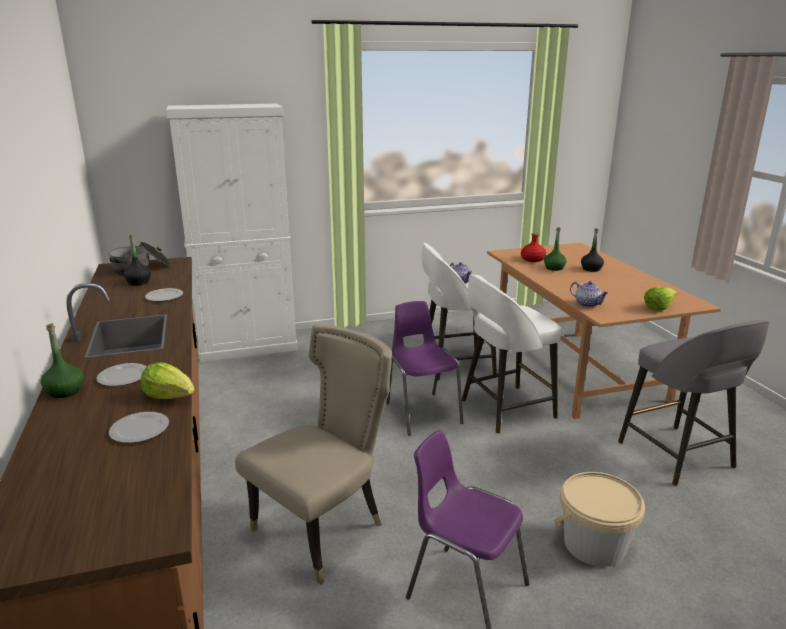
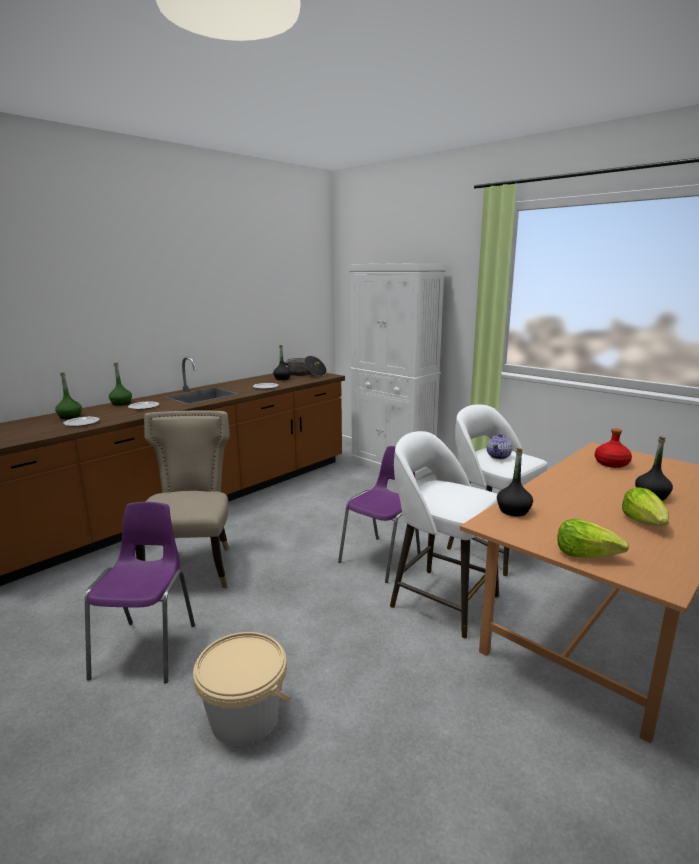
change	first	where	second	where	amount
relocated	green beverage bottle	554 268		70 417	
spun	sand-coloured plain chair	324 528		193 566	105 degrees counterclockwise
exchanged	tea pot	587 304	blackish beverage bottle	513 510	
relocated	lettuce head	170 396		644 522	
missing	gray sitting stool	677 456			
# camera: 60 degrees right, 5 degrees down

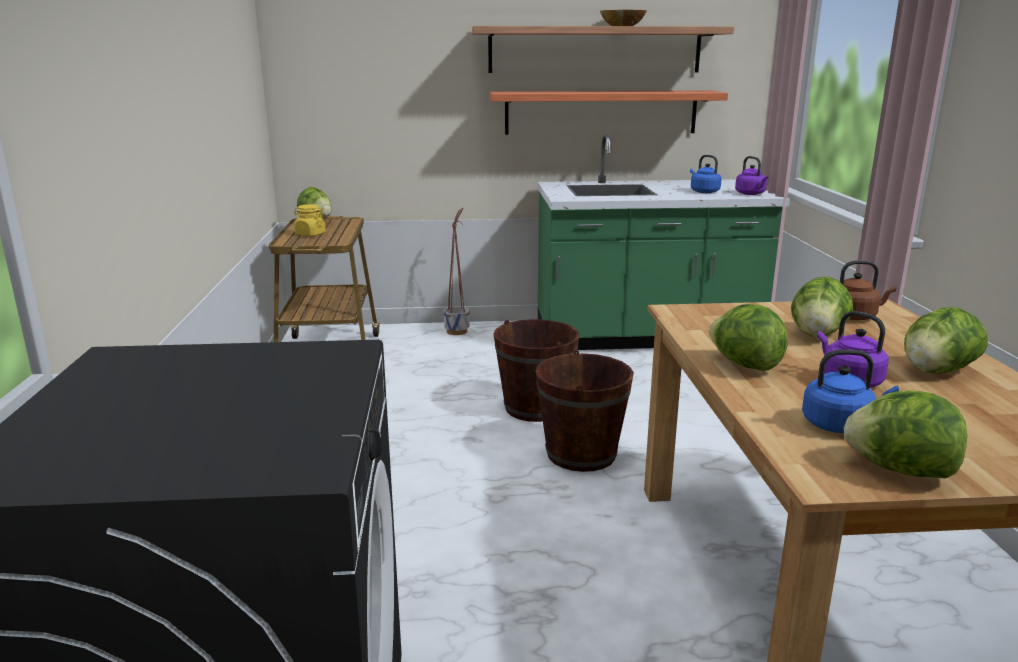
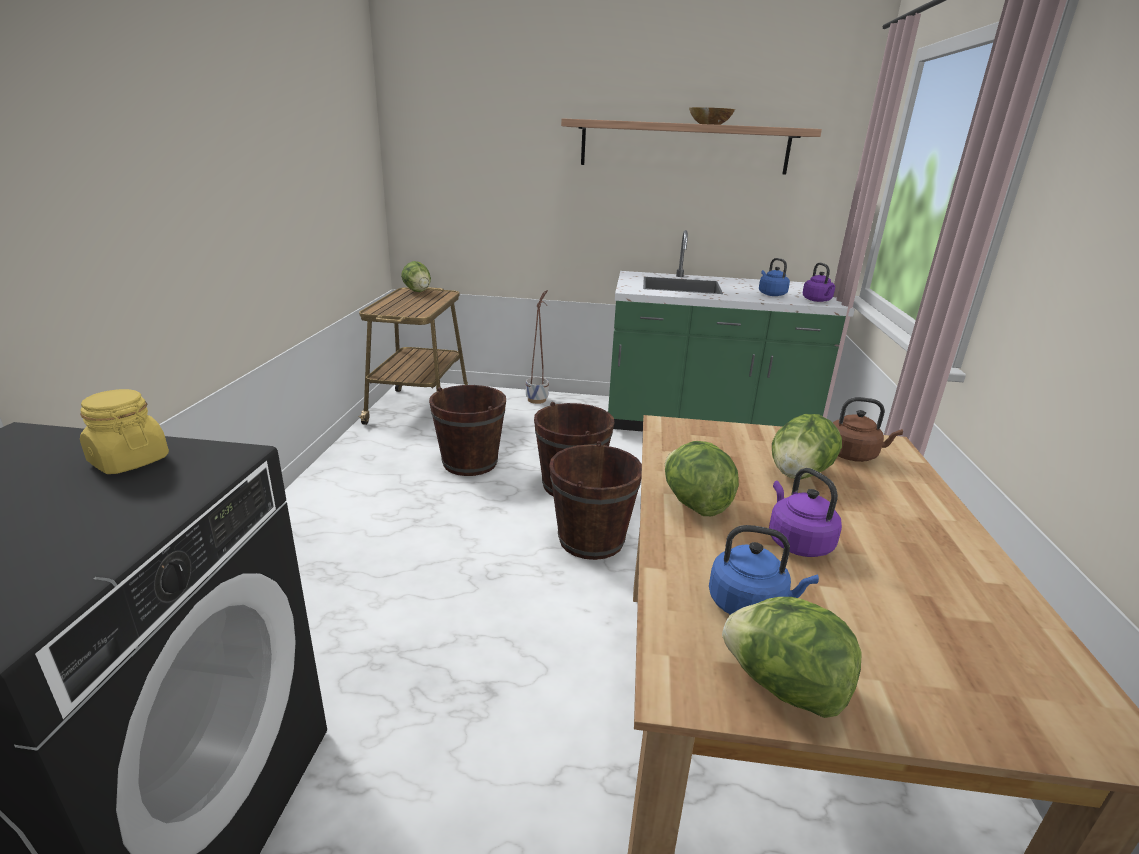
change	first	where	second	where	amount
relocated	yellowish storage jar	310 234		129 461	
appeared			brown bucket	470 463	
missing	shelf	601 112			
missing	lettuce head	936 371			
# camera: 10 degrees right, 5 degrees up

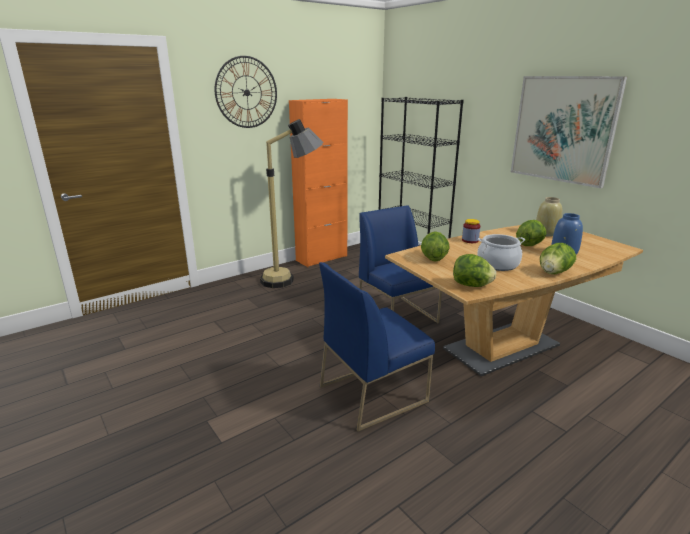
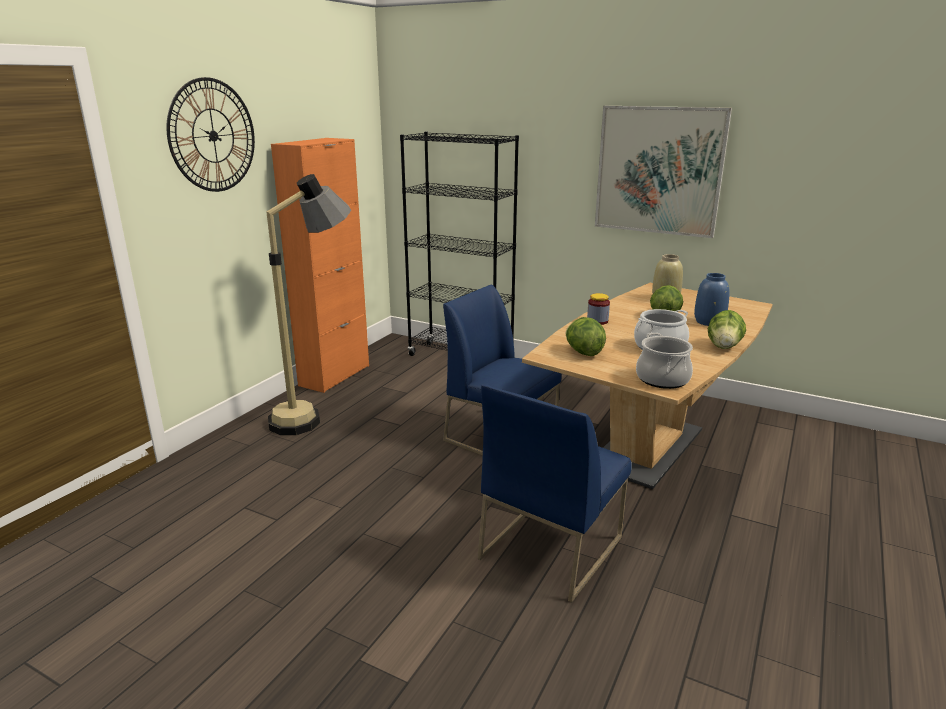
change	first	where	second	where	amount
exchanged	lettuce head	471 285	cooking pot	662 379	
# camera: 25 degrees left, 0 degrees up

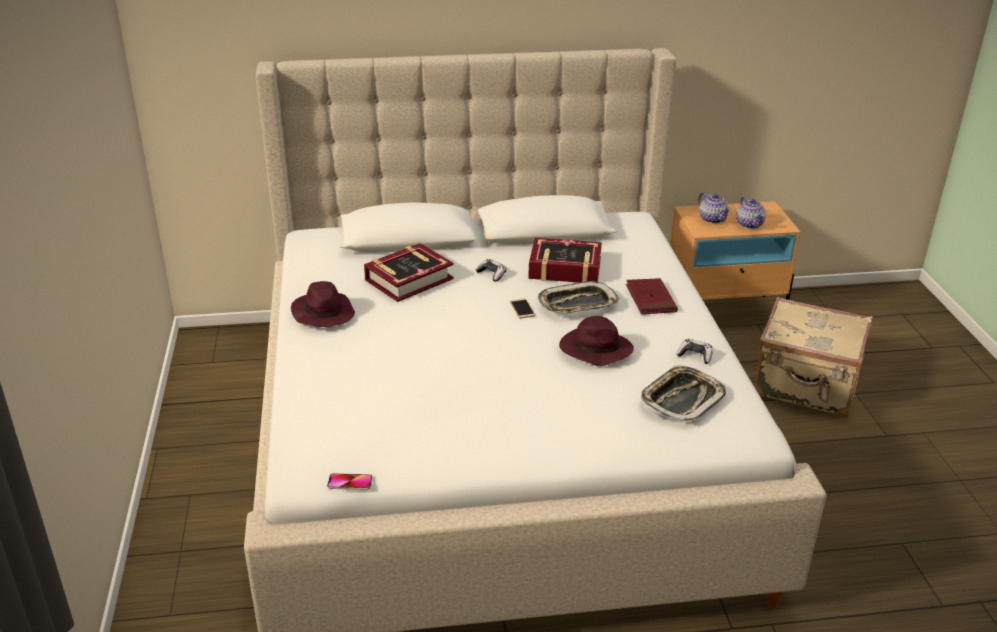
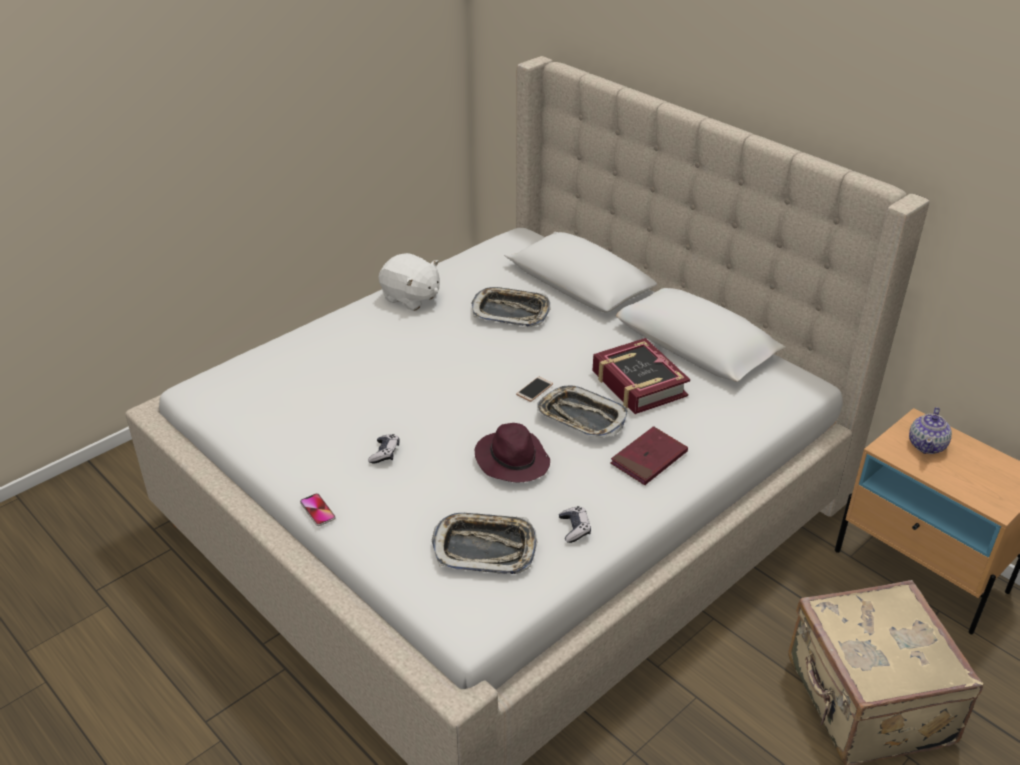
change	first	where	second	where	amount
relocated	handset	350 482		317 510	
relocated	joypad	491 274		385 453	
exchanged	purple clothing hat	323 313	white-coloured plush toy	411 298	
exchanged	bound book	408 279	serving tray	511 312	
missing	tea pot	749 224			
# camera: 55 degrees right, 5 degrees up

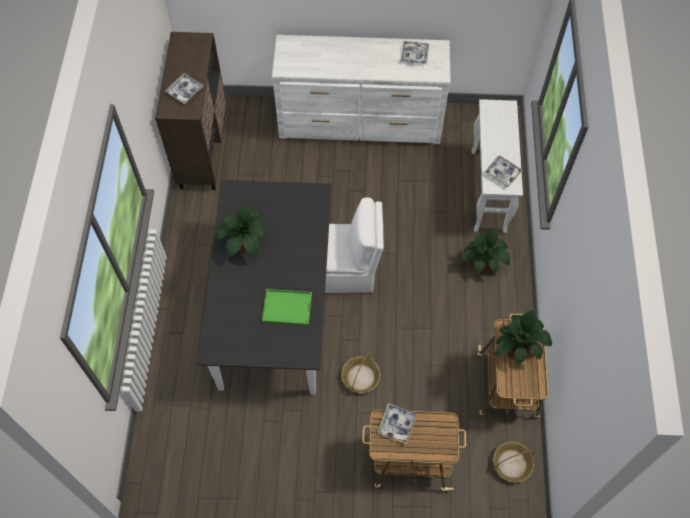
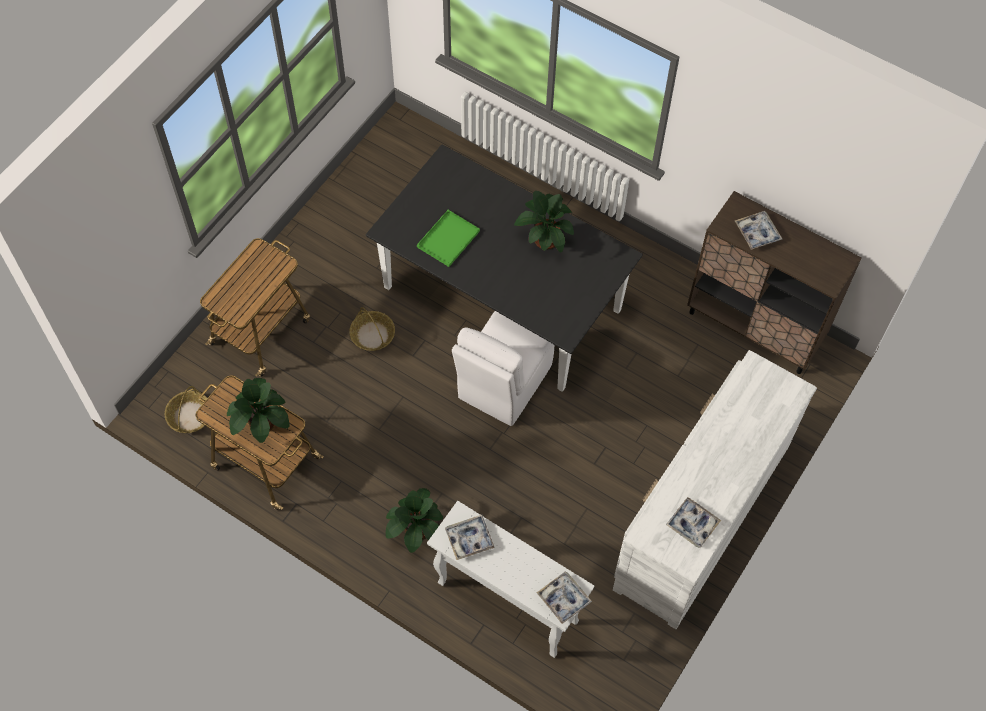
change	first	where	second	where	amount
relocated	serving tray	397 424		563 599	
# camera: 120 degrees right, 0 degrees up

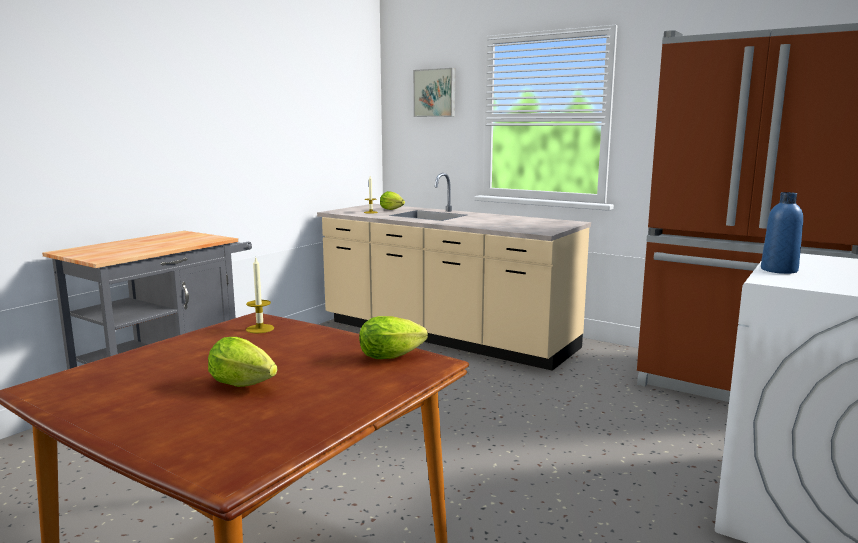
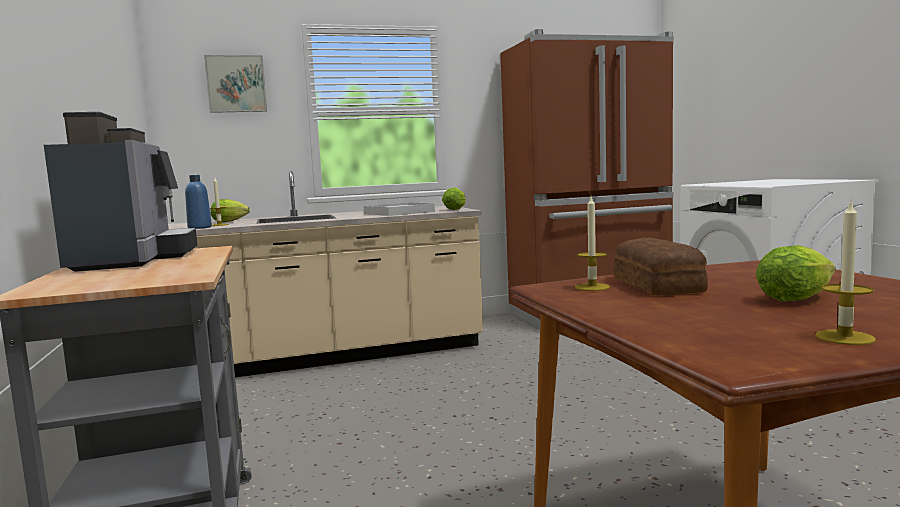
change	first	where	second	where	amount
appeared			coffee brewer	133 259	
relocated	blue beverage bottle	779 270		199 227	
appeared			white-coloured serving tray	399 212	
relocated	lettuce head	394 356		456 209	
appeared			bread	658 284	
appeared			candle	844 337	
# camera: 50 degrees left, 5 degrees down

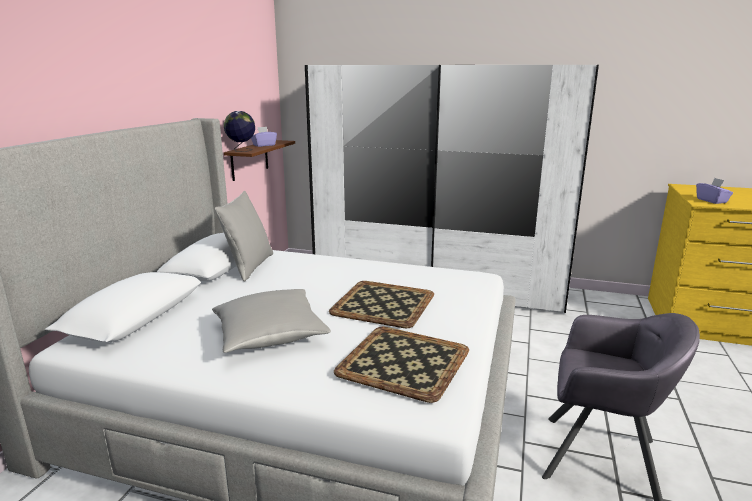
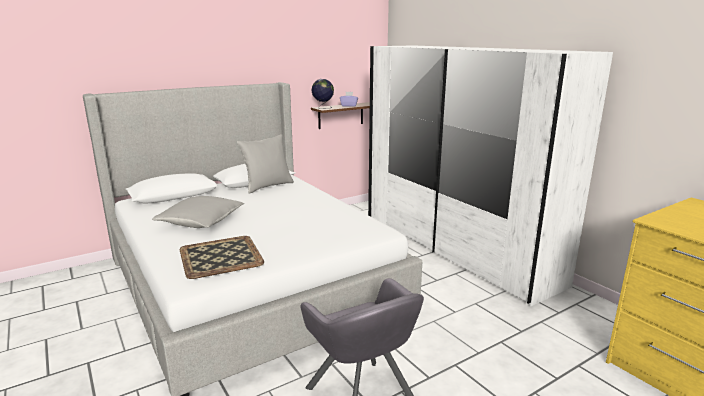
change	first	where	second	where	amount
missing	serving tray	382 304			
missing	purple box of tissues	712 201			
# camera: 40 degrees right, 0 degrees up

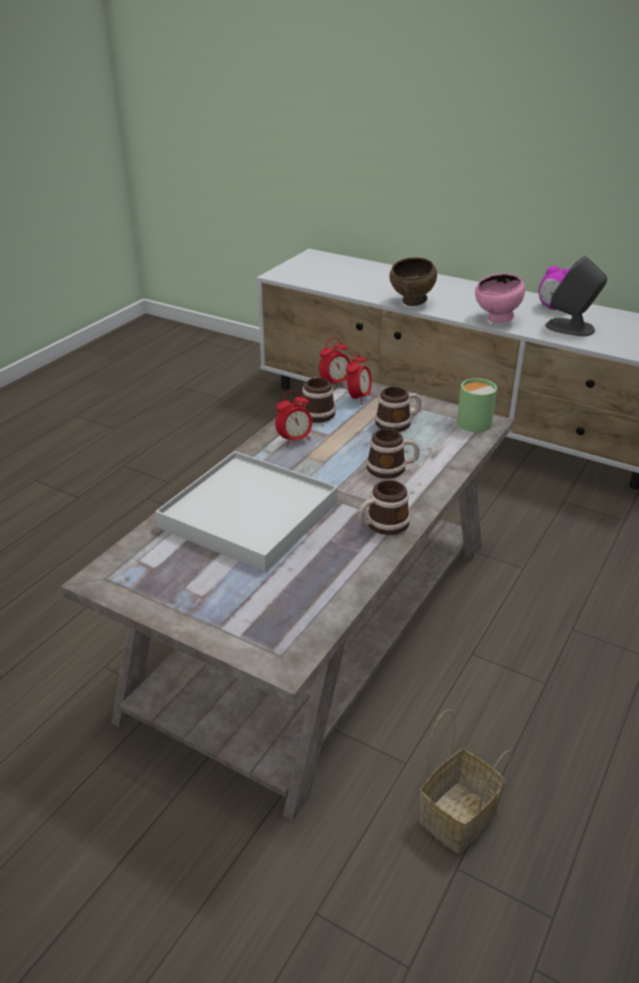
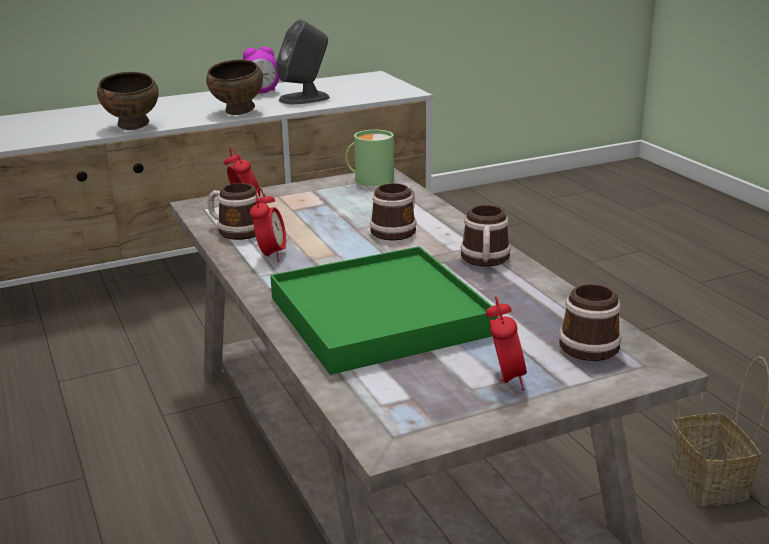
change	first	where	second	where	amount
colour	pink-coloured bowl	497 320	brown bowl	238 112	
colour	white-coloured serving tray	250 515	green serving tray	380 315	
relocated	alarm clock	335 384		505 380	
relocated	tea mug	398 423		589 342	
# camera: 55 degrees left, 10 degrees down

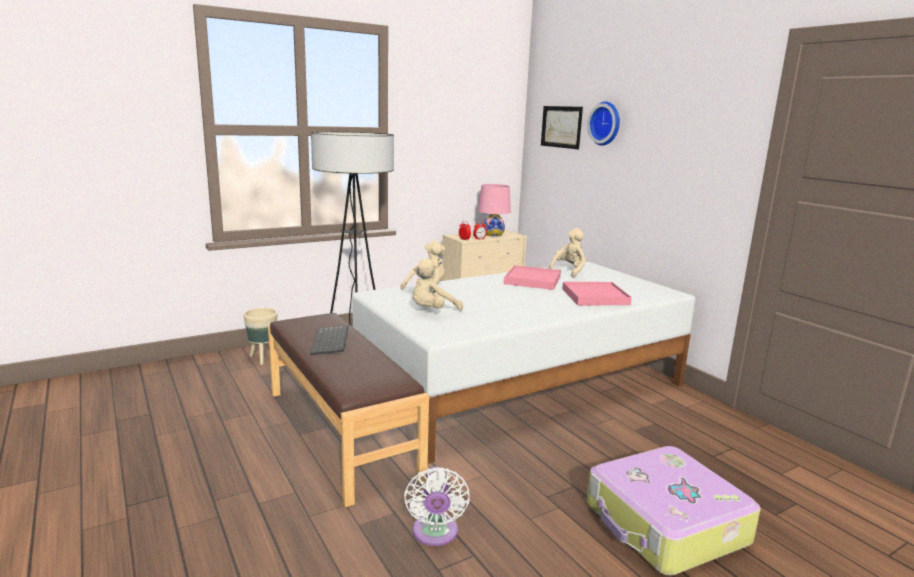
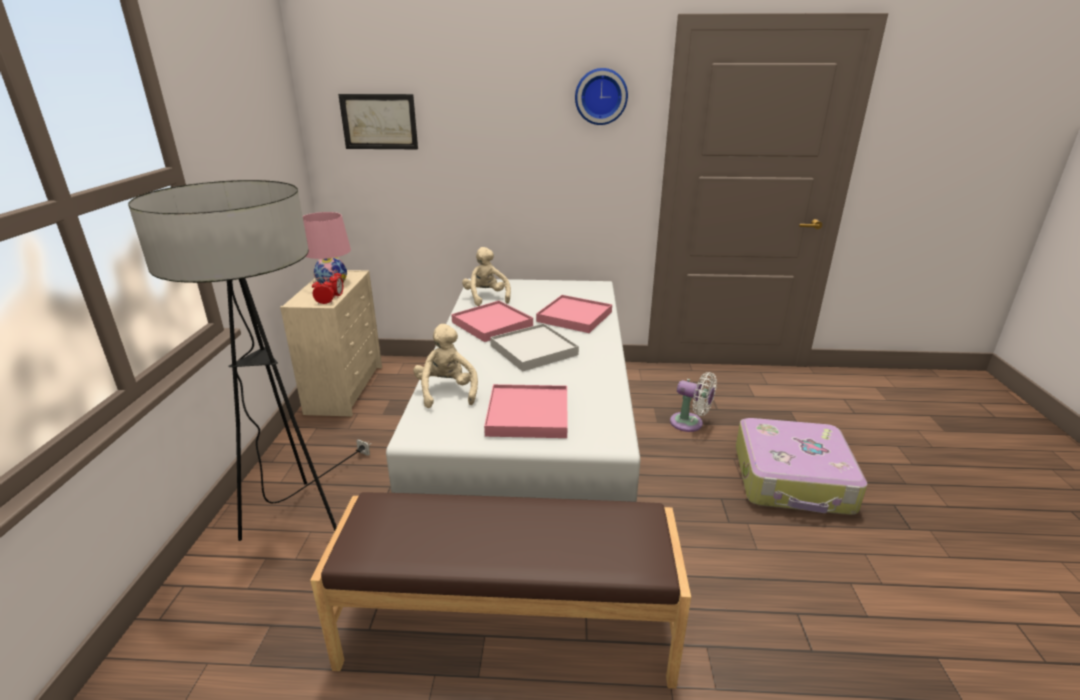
change	first	where	second	where	amount
exchanged	sand-coloured plush toy	432 311	pink-coloured serving tray	527 415	
appeared			white-coloured serving tray	534 350	
relocated	clock on the wall	606 123		601 96	
relocated	white-coloured fan	435 534		690 424	
missing	sand-coloured planter	263 358			
missing	keyboard	331 342			
# camera: 55 degrees left, 10 degrees up

